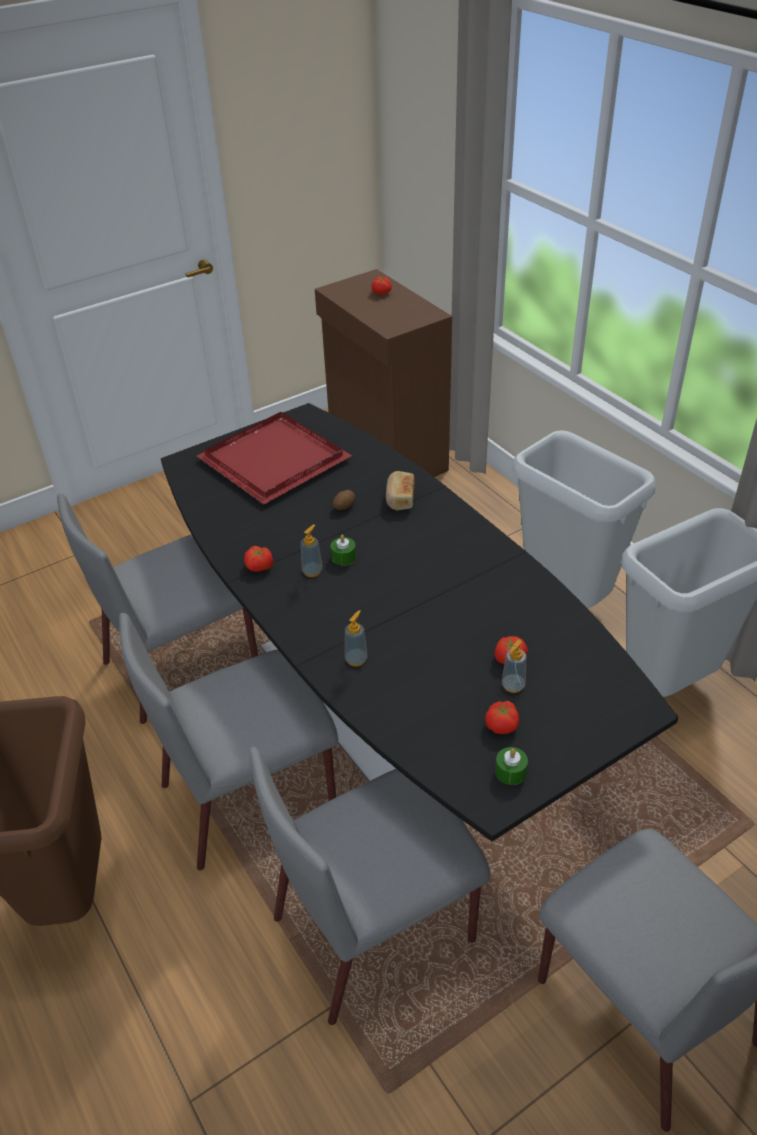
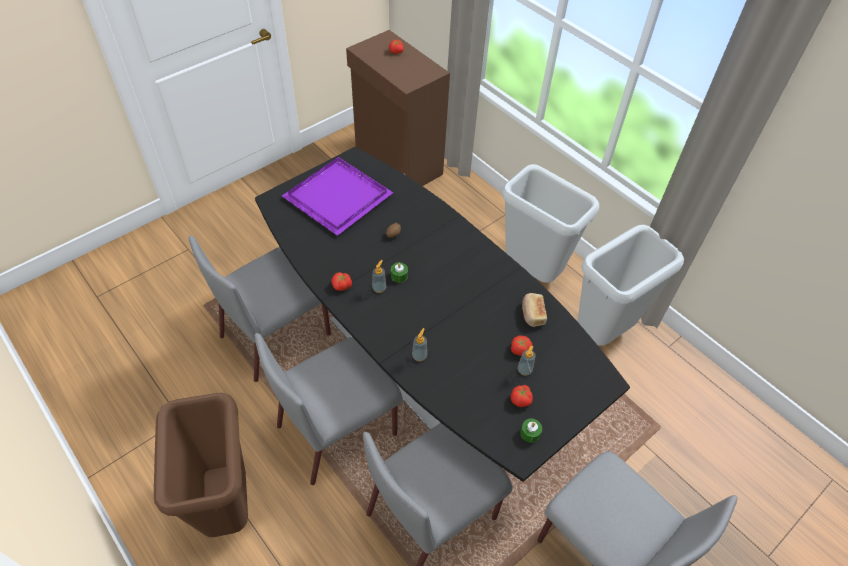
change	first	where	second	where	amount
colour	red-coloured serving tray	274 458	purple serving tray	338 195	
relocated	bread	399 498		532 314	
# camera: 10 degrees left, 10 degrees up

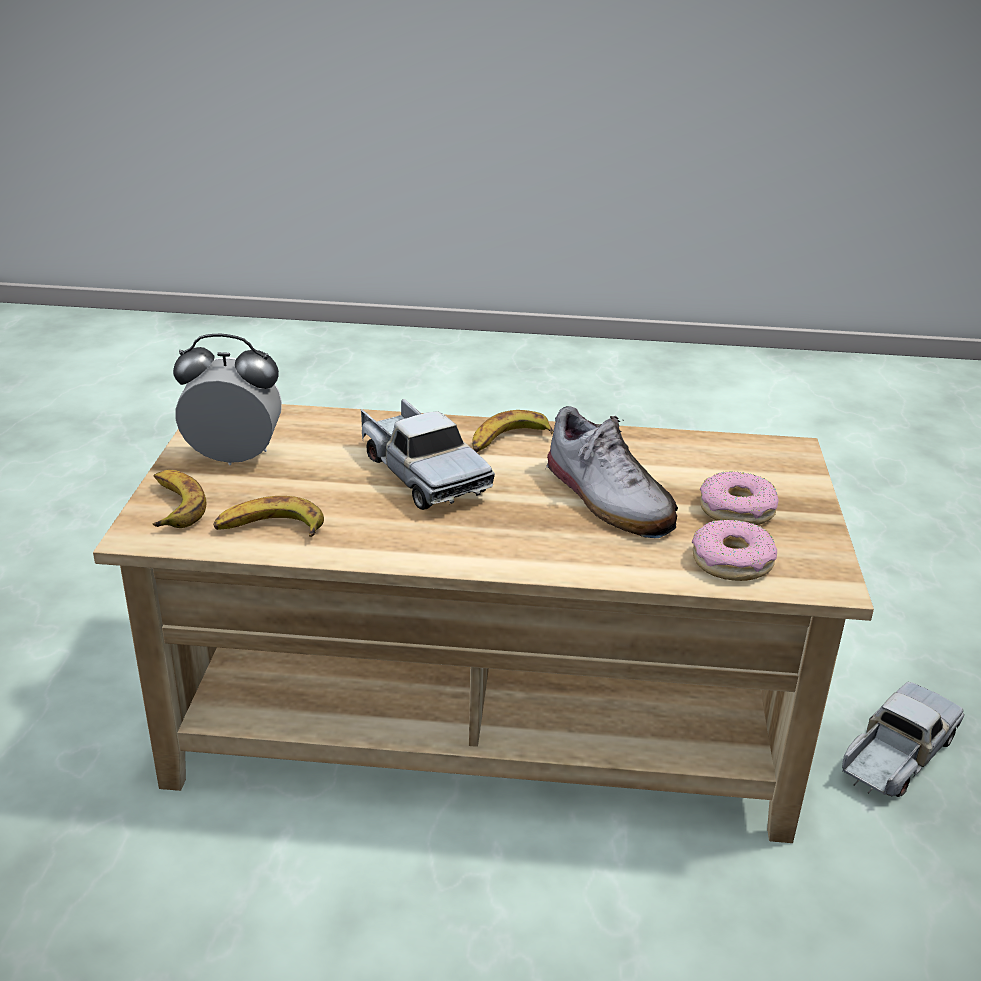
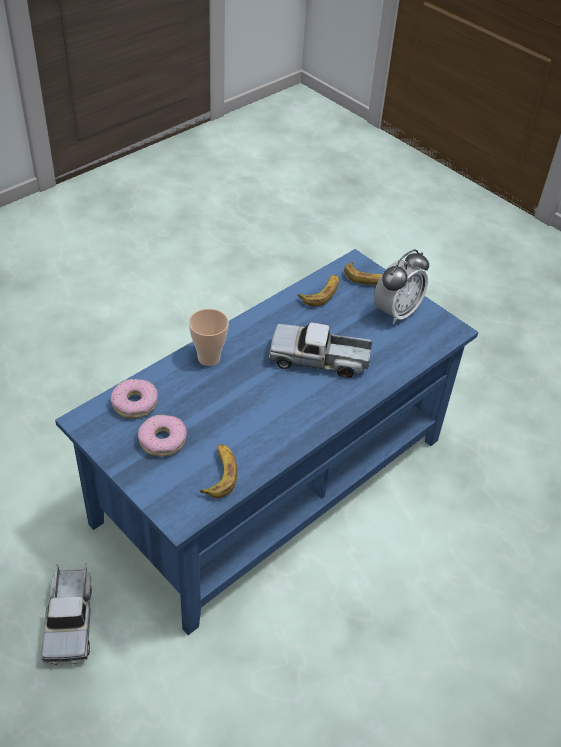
change	first	where	second	where	amount
colour	sand-coloured coffee table	482 719	blue coffee table	272 479	
appeared			drinking cup	209 358	
relocated	whole banana	508 441		219 474	
missing	shoe	608 497			
# camera: 130 degrees right, 15 degrees up

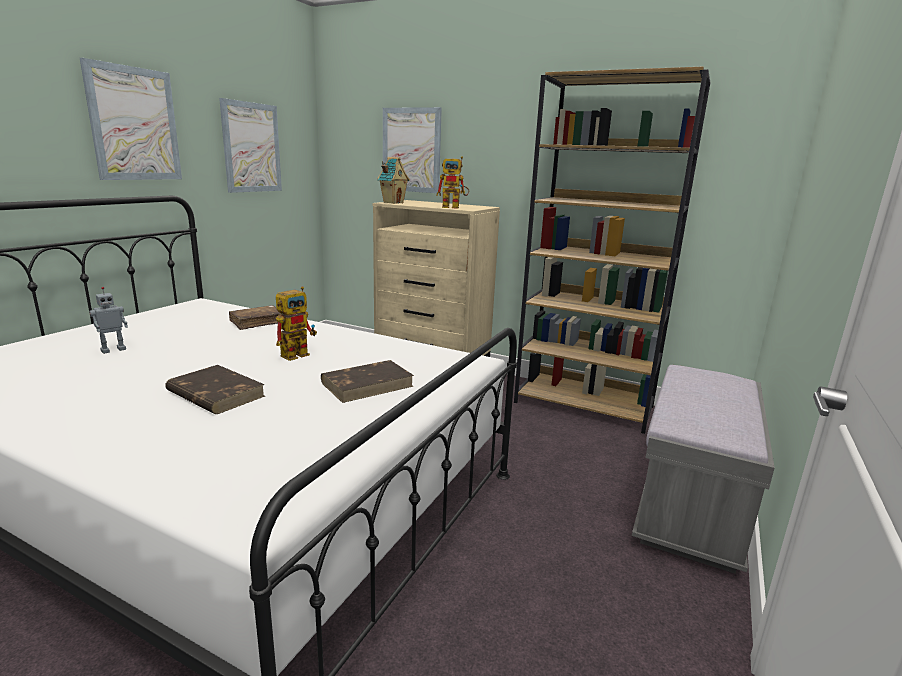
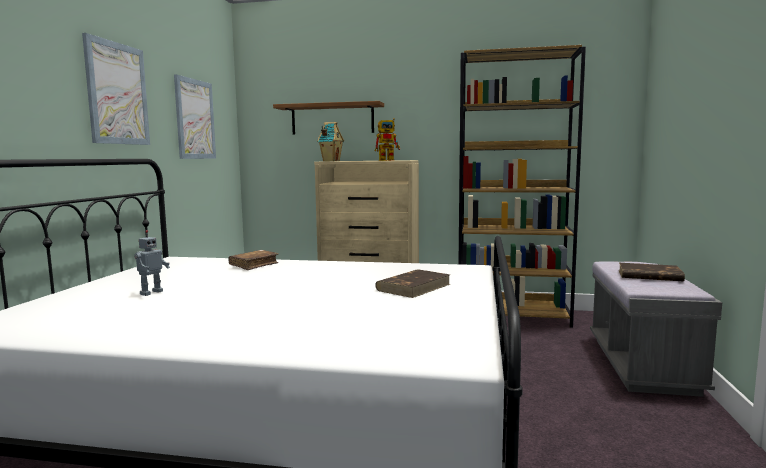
change	first	where	second	where	amount
exchanged	wall picture	411 150	shelf	332 119	
relocated	brown bound book	215 394		649 276	
missing	robot figure	298 353			
# camera: 15 degrees left, 10 degrees down

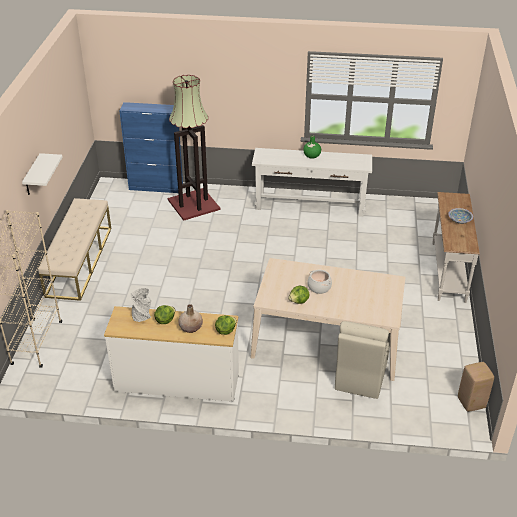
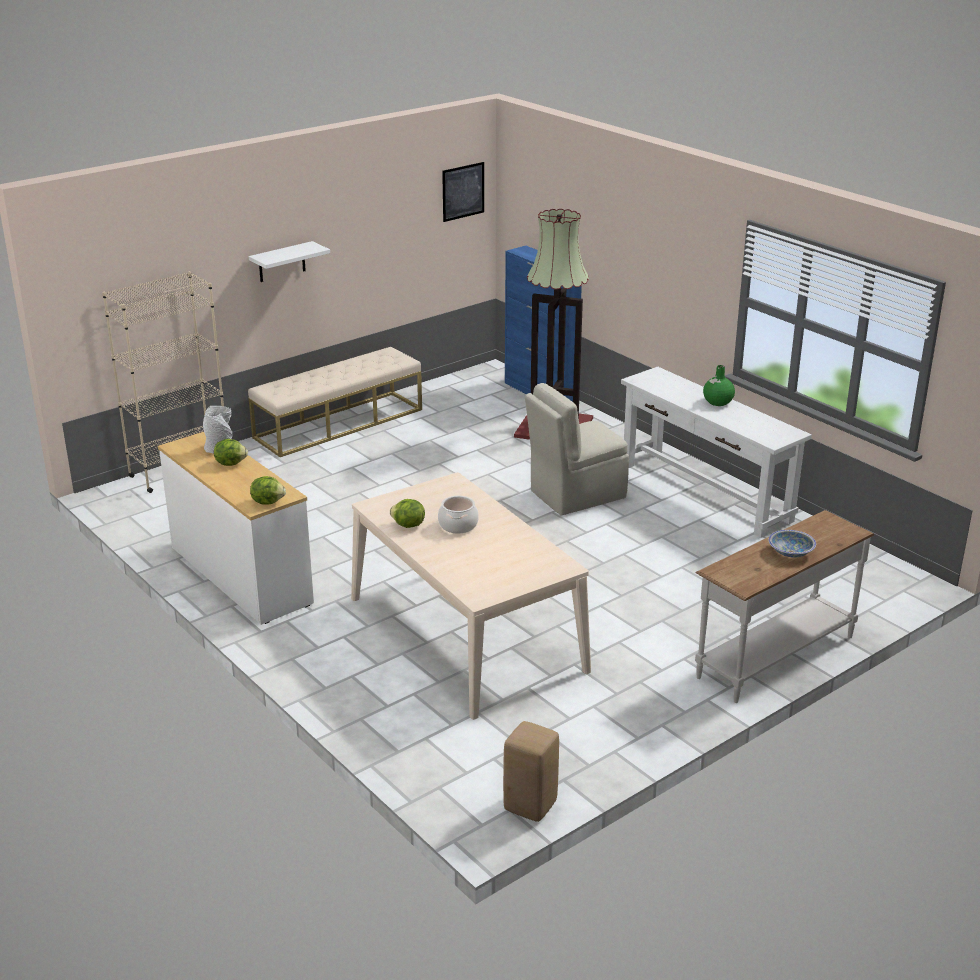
change	first	where	second	where	amount
appeared			wall picture	463 191	
relocated	sand-coloured plain chair	360 376		575 495	
missing	sand-coloured vase	191 328			
# camera: 45 degrees right, 10 degrees down

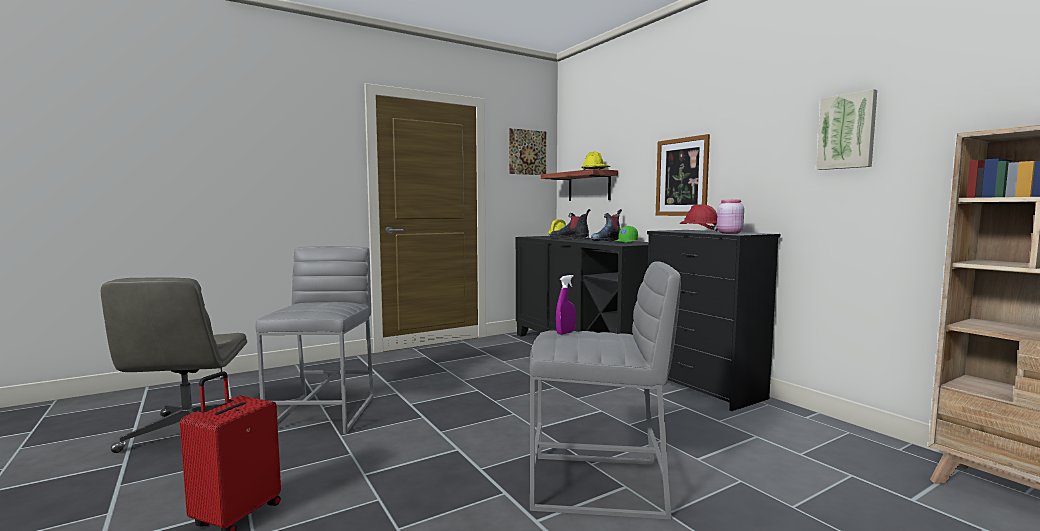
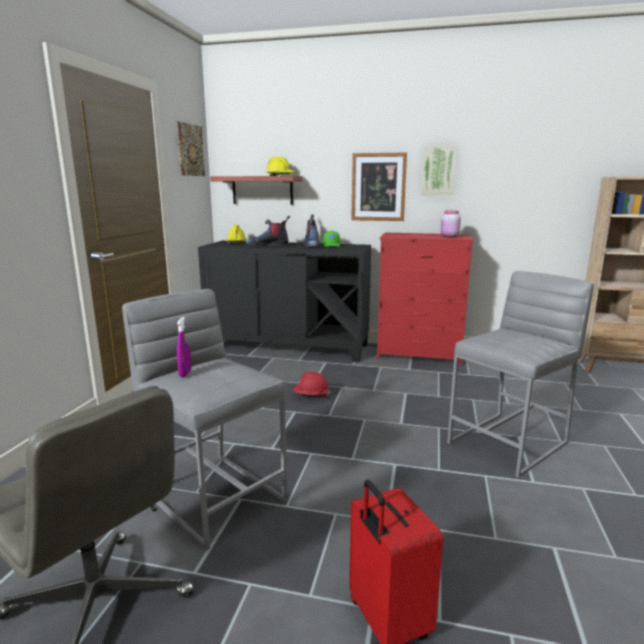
change	first	where	second	where	amount
relocated	purple hand sprayer	565 333		185 373	
relocated	red-coloured safety helmet	699 231		311 396	
colour	blackish dresser	703 388	red-coloured dresser	419 355	
relocated	wall picture	847 131		439 171	
# camera: 45 degrees left, 10 degrees up

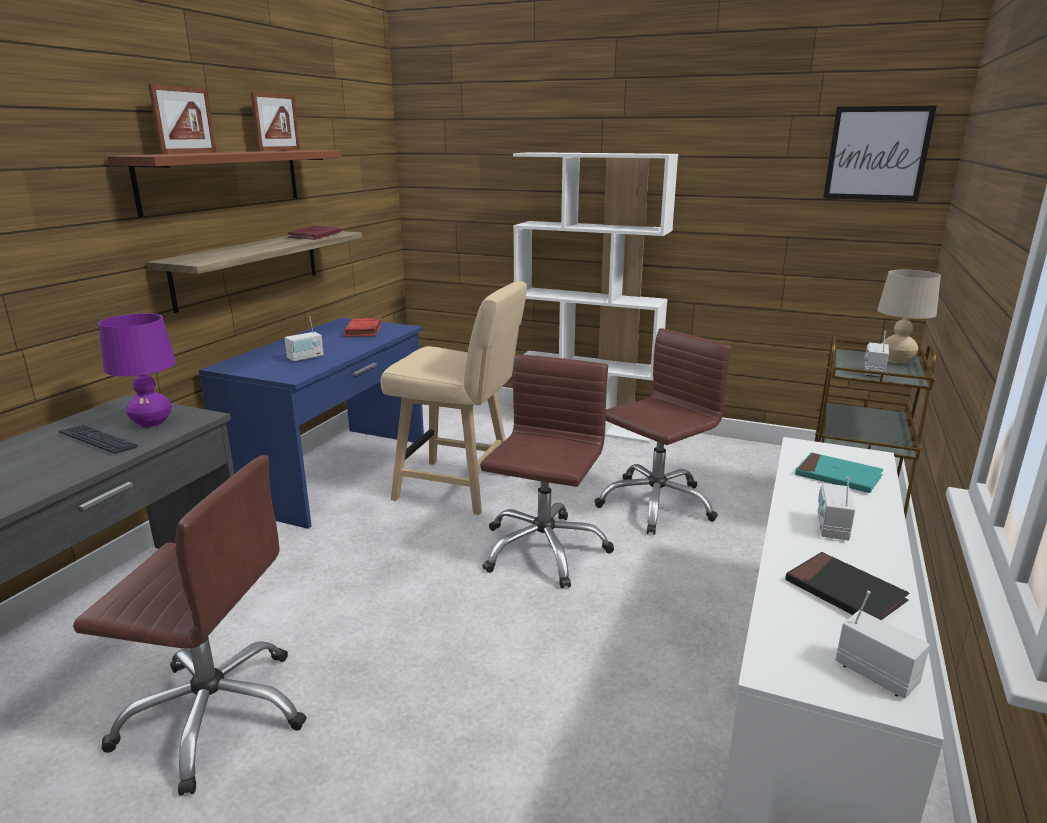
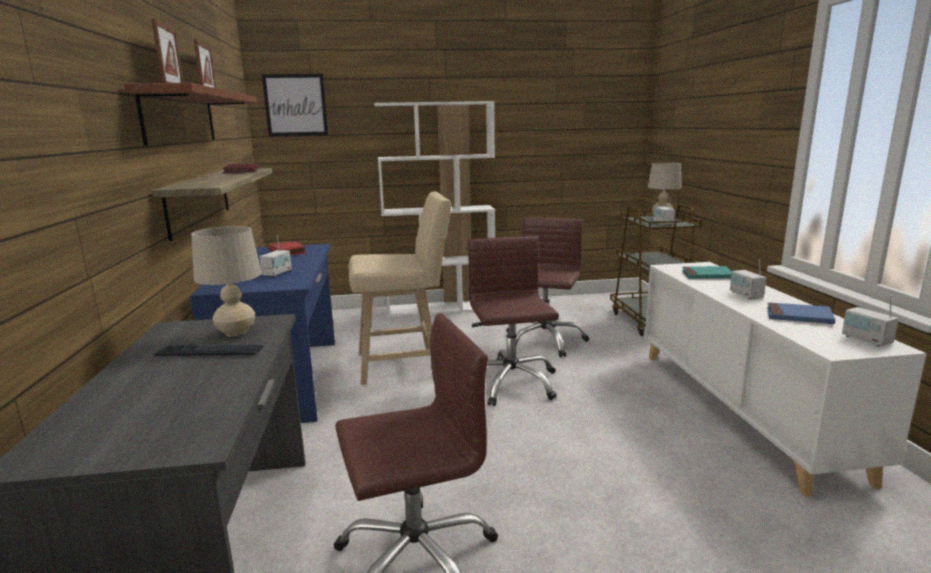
change	first	where	second	where	amount
colour	purple tabletop lamp	152 423	sand-coloured tabletop lamp	236 332	
relocated	wall picture	877 153		295 105	
colour	blackish bound book	844 592	blue bound book	798 316	
spun	radio set	876 673		866 340	135 degrees counterclockwise
# camera: 30 degrees left, 5 degrees down

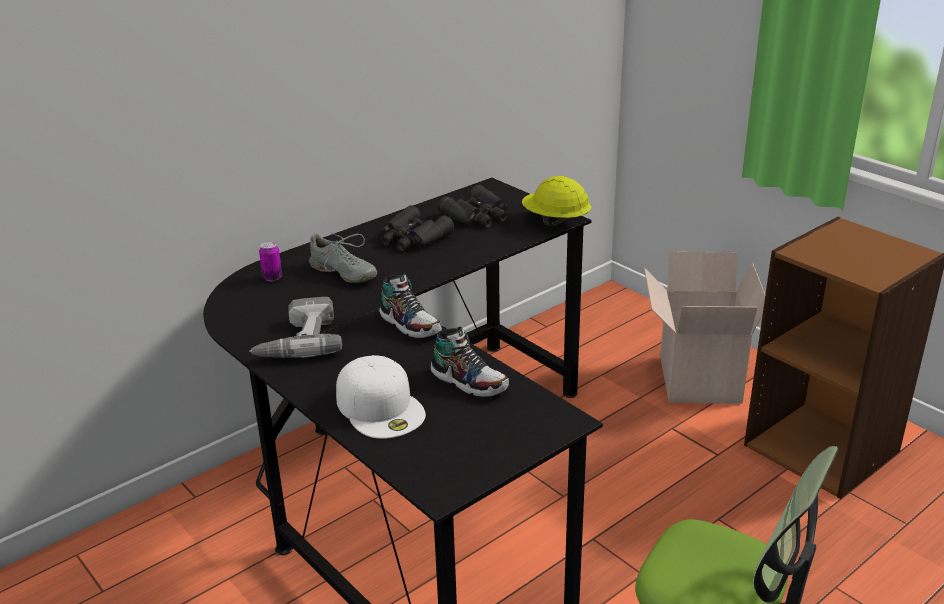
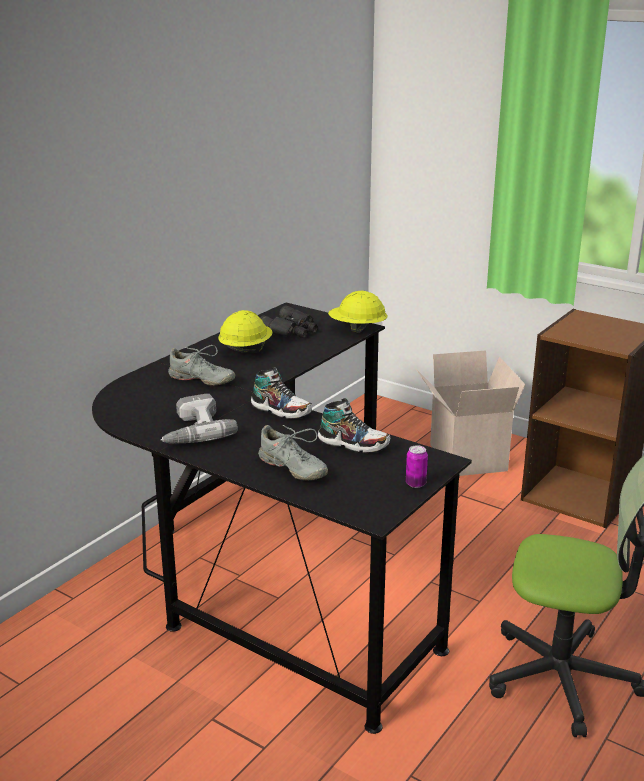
change	first	where	second	where	amount
exchanged	blackish field glasses	412 238	yellowish safety helmet	245 350	
exchanged	white-coloured peaked cap	381 407	gray shoe	292 468	
relocated	sealed can	272 278		415 484	
# camera: 15 degrees left, 5 degrees down

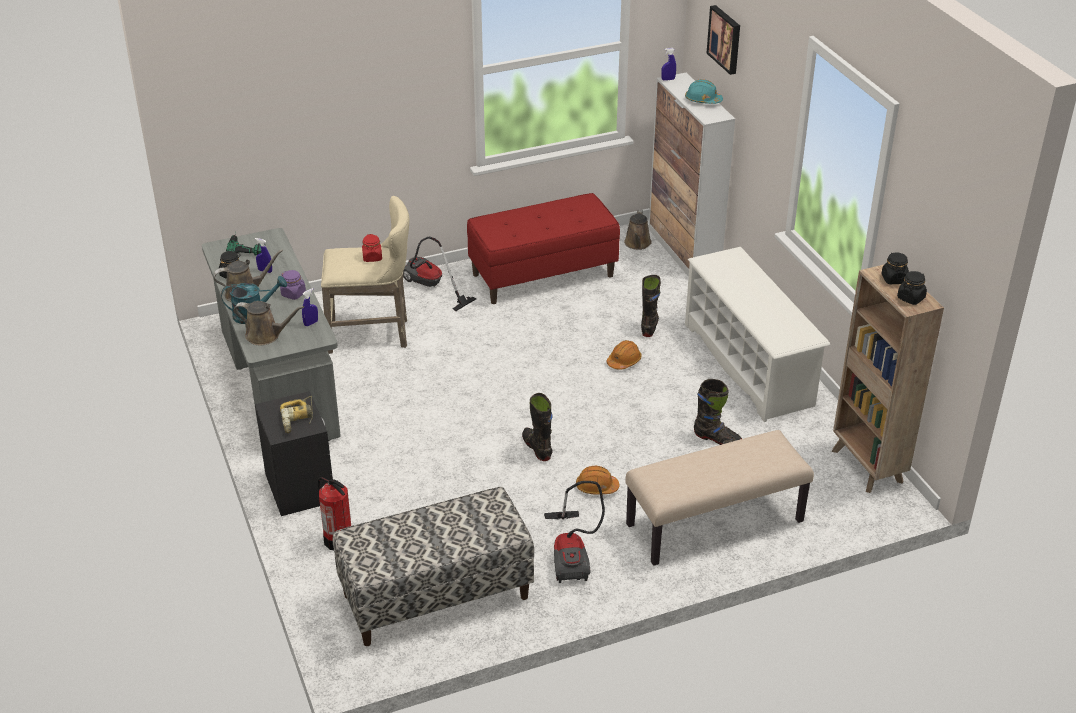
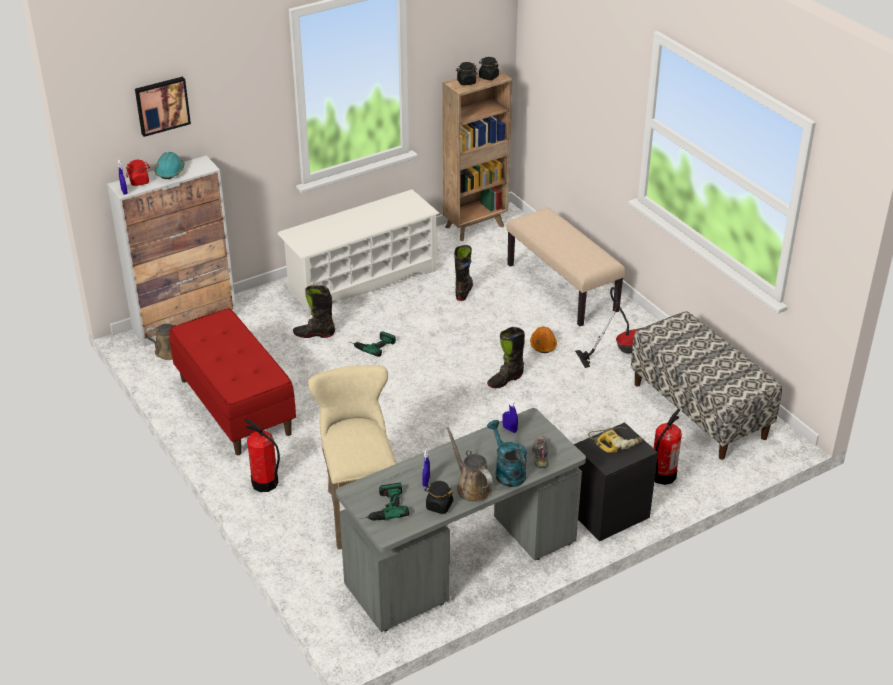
change	first	where	second	where	amount
relocated	red-coloured storage jar	372 257		139 181	
exchanged	vacuum cleaner	430 287	fire-fighting cylinder	265 483	
exchanged	orange safety helmet	624 361	power drill	371 344	
exchanged	brown sprinkling can	266 335	shoe	539 455	
missing	purple storage jar	293 294			
# camera: 100 degrees left, 0 degrees up

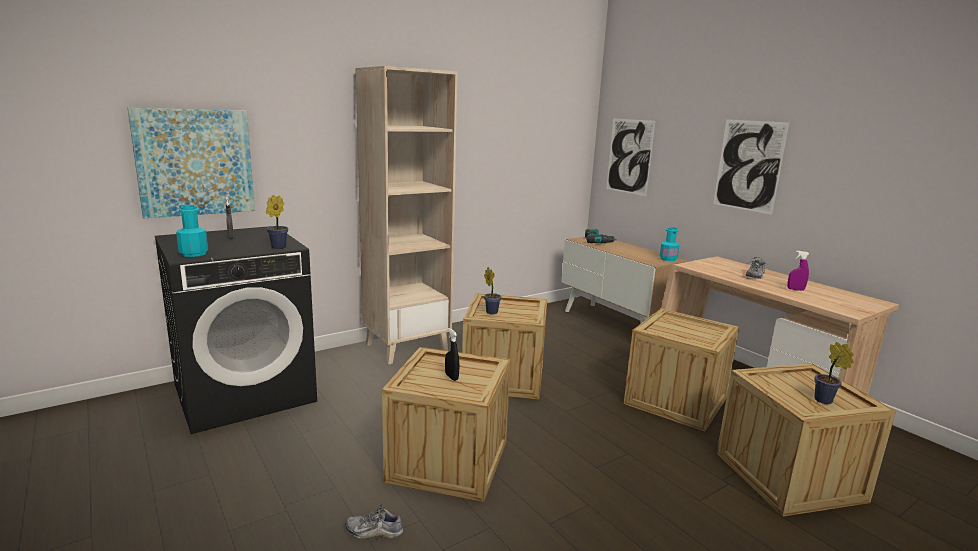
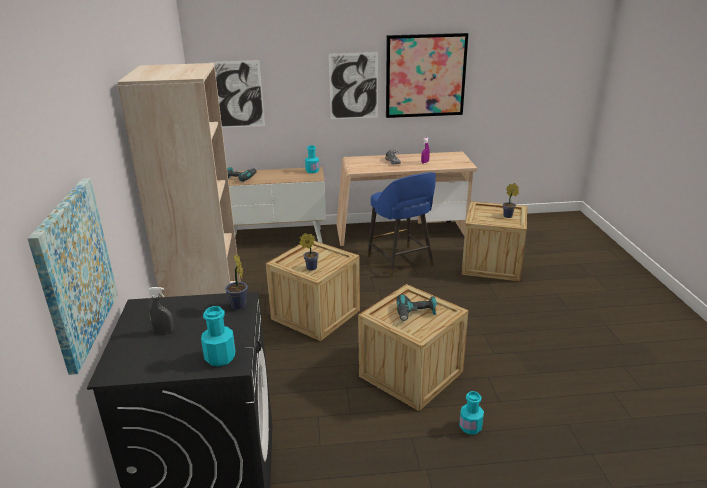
change	first	where	second	where	amount
exchanged	packing crate	675 401	blue sitting stool	401 262	
appeared			wall picture	425 76	
exchanged	blackish hand sprayer	451 377	power drill	416 314	
exchanged	shoe	374 531	blue-green beverage bottle	470 427	
# camera: 60 degrees left, 10 degrees up

